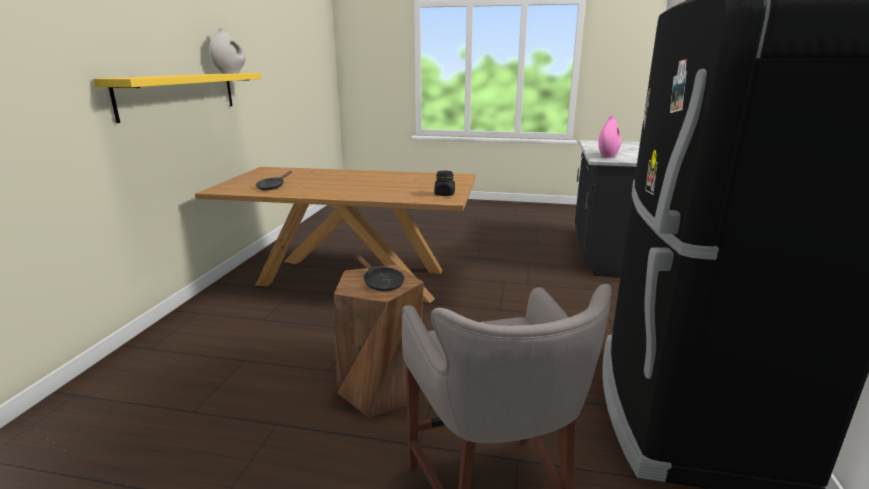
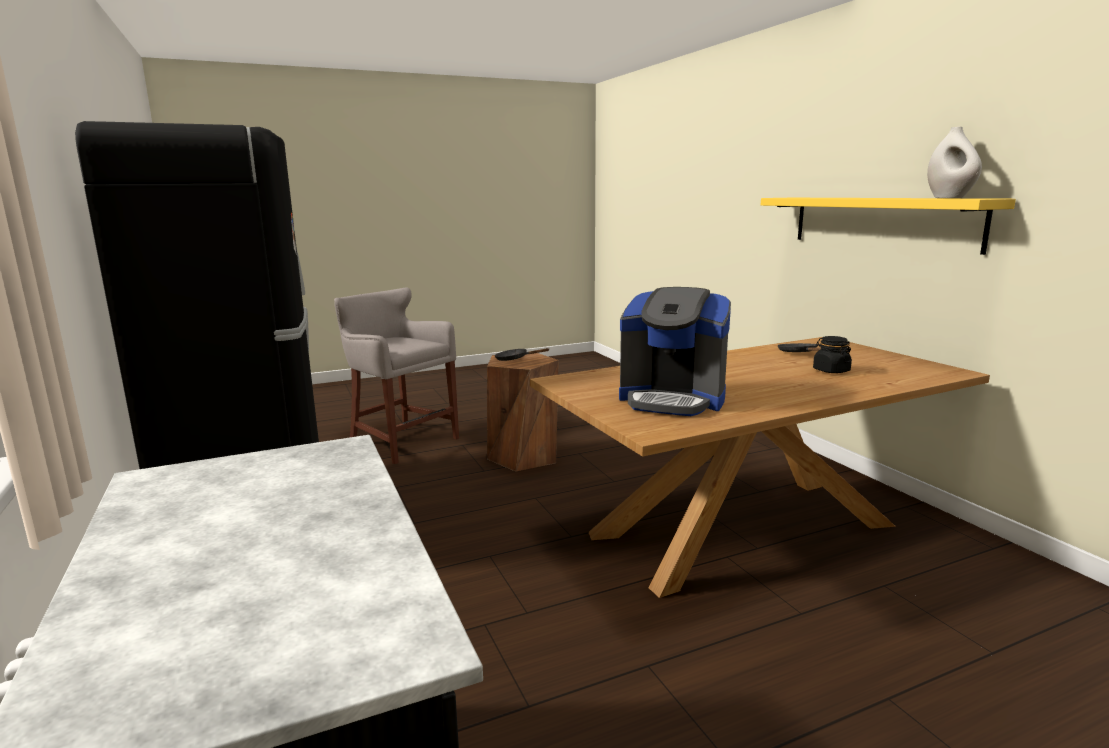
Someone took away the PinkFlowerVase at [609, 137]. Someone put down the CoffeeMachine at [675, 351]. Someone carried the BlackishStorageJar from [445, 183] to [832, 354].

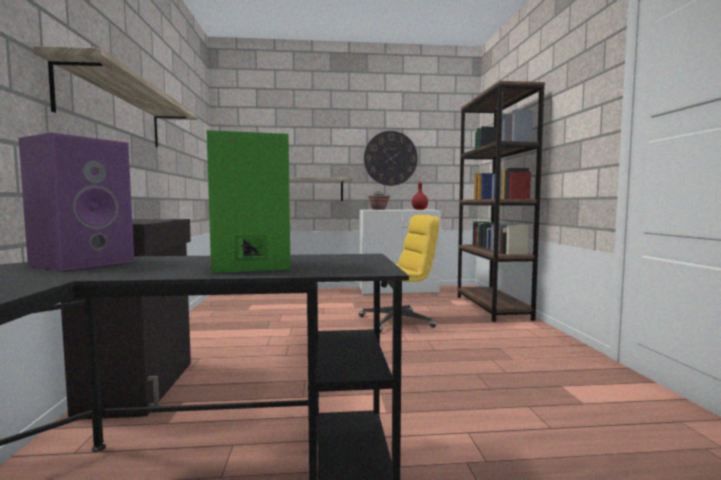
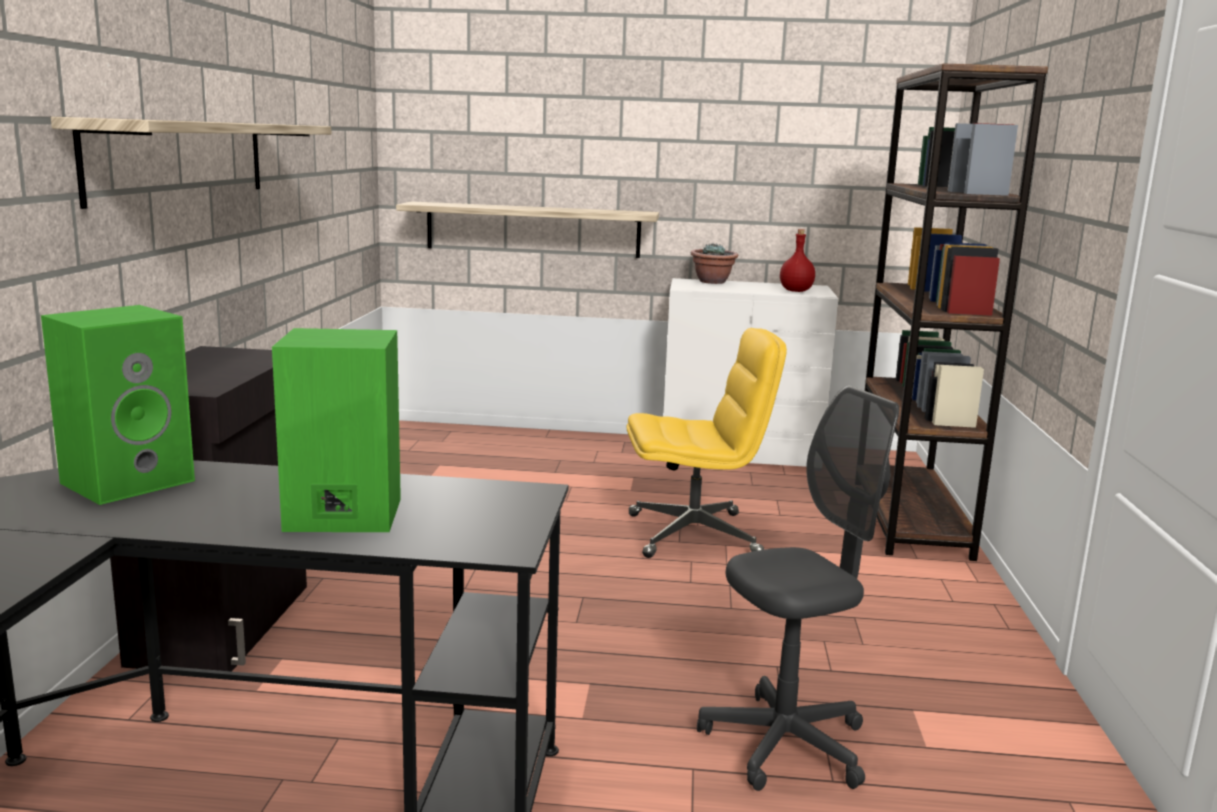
Someone took away the ClockOnTheWall at [391, 158]. Someone put down the GreyishComputerChair at [798, 588]. Someone repainted the PurpleLoudspeaker at [76, 202], which became the GreenColouredLoudspeaker at [118, 405].

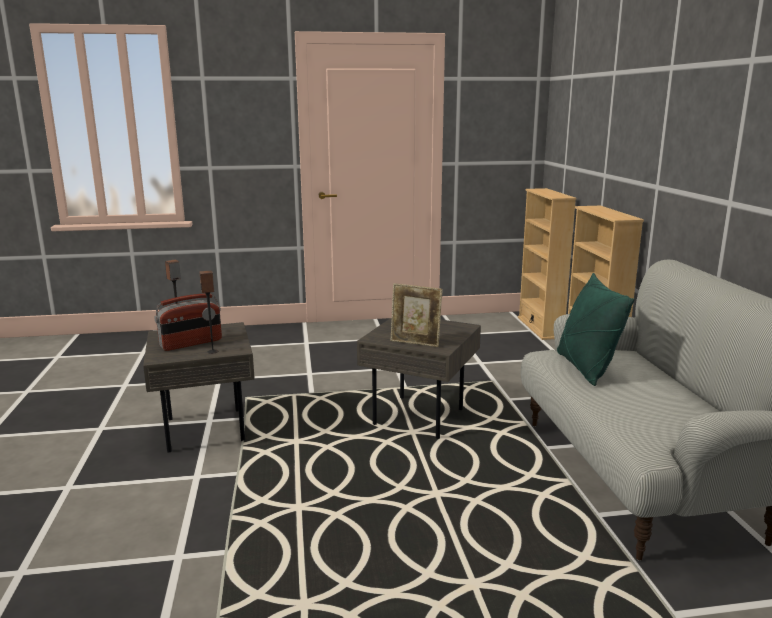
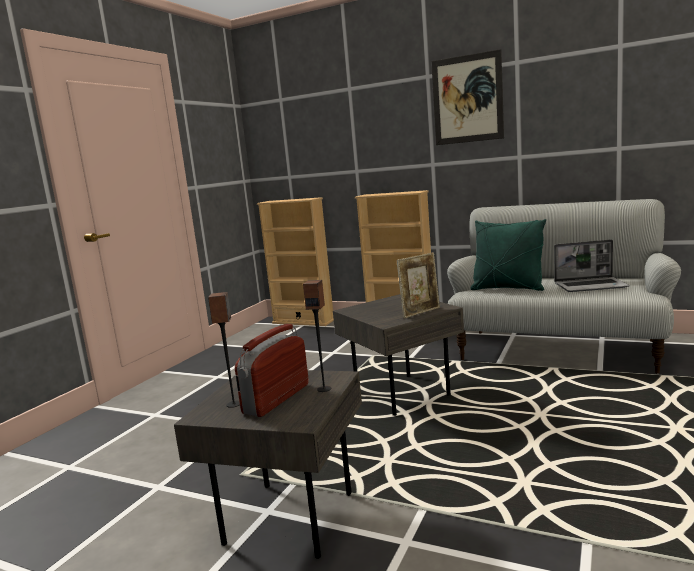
Someone put up the WallPicture at [467, 97]. Someone put down the PortableComputer at [592, 265]. Someone rotated the RadioSet at [188, 322] by 150 degrees counterclockwise.

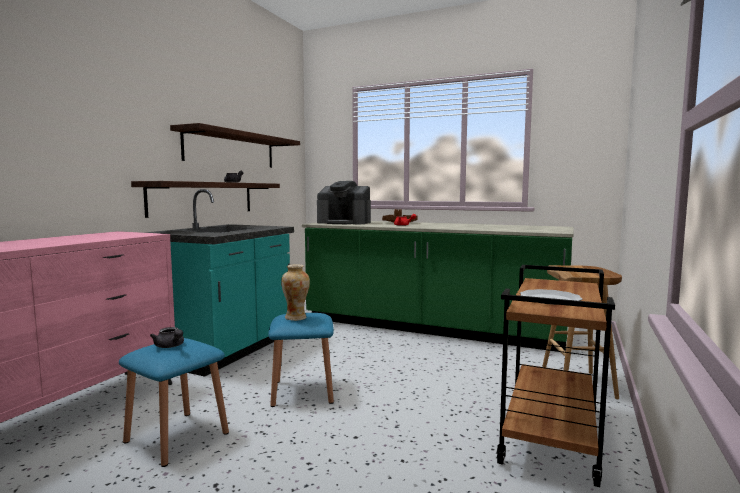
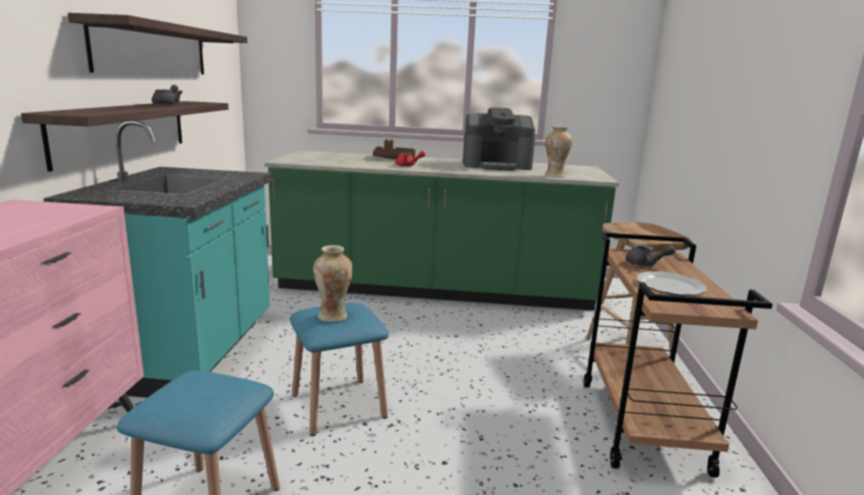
Someone put down the FlowerVase at [558, 152]. Someone carried the GreyishPotForTea from [167, 337] to [651, 255]. Someone carried the CoffeeMachine from [344, 202] to [499, 138].

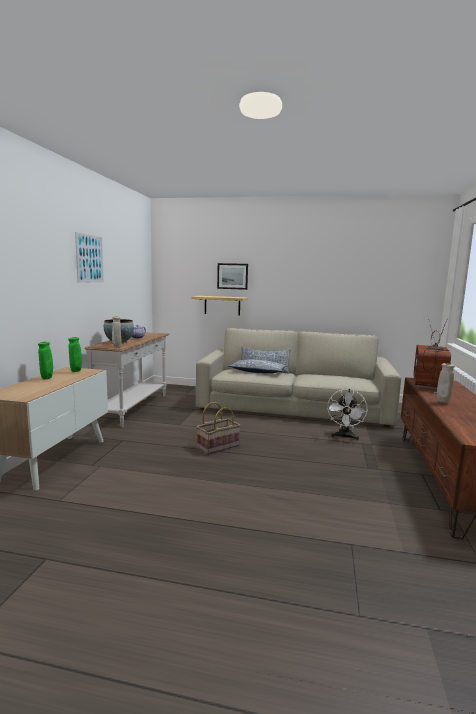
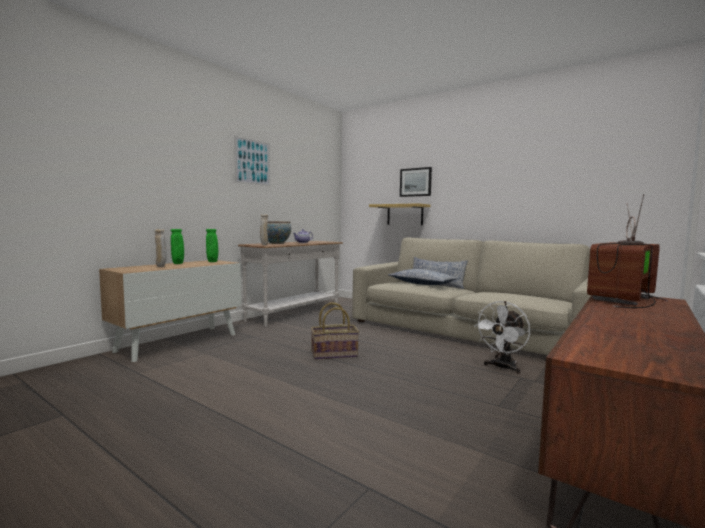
Someone carried the BeigeFlowerVase from [446, 383] to [161, 248].

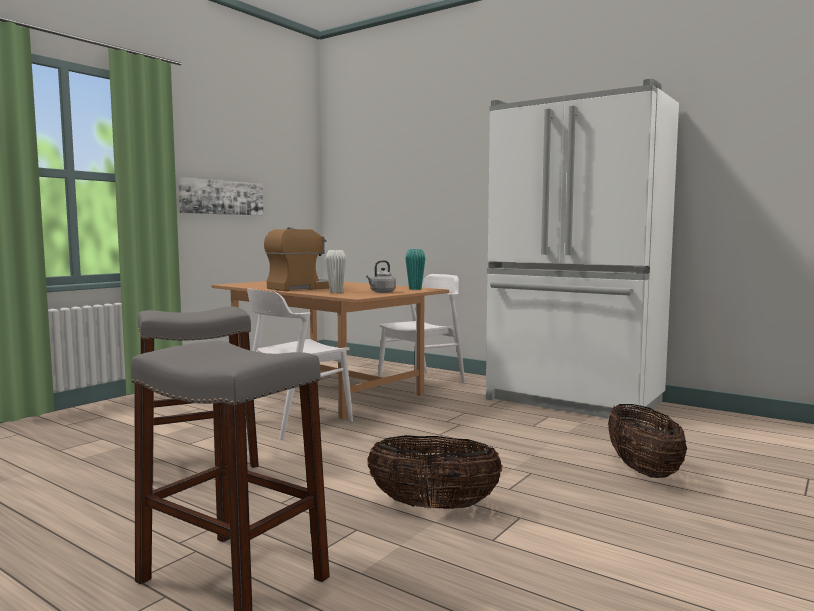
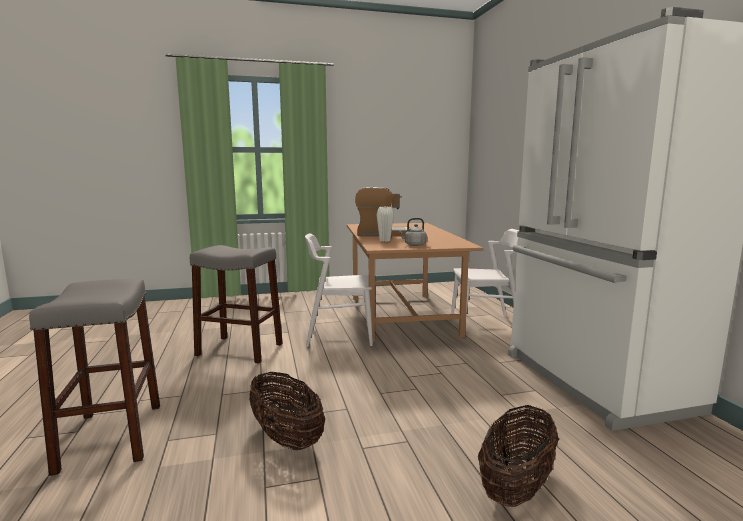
Someone took away the WallPicture at [220, 196]. Someone took away the TurquoiseFlowerVase at [415, 269].

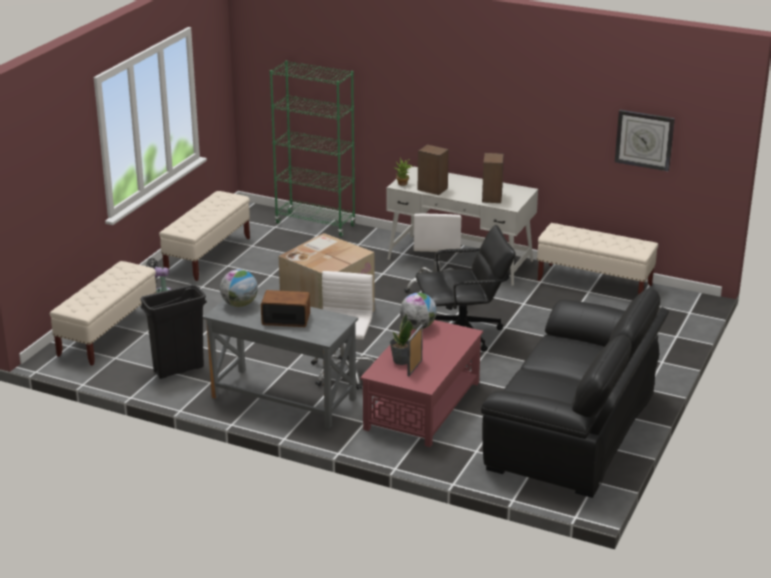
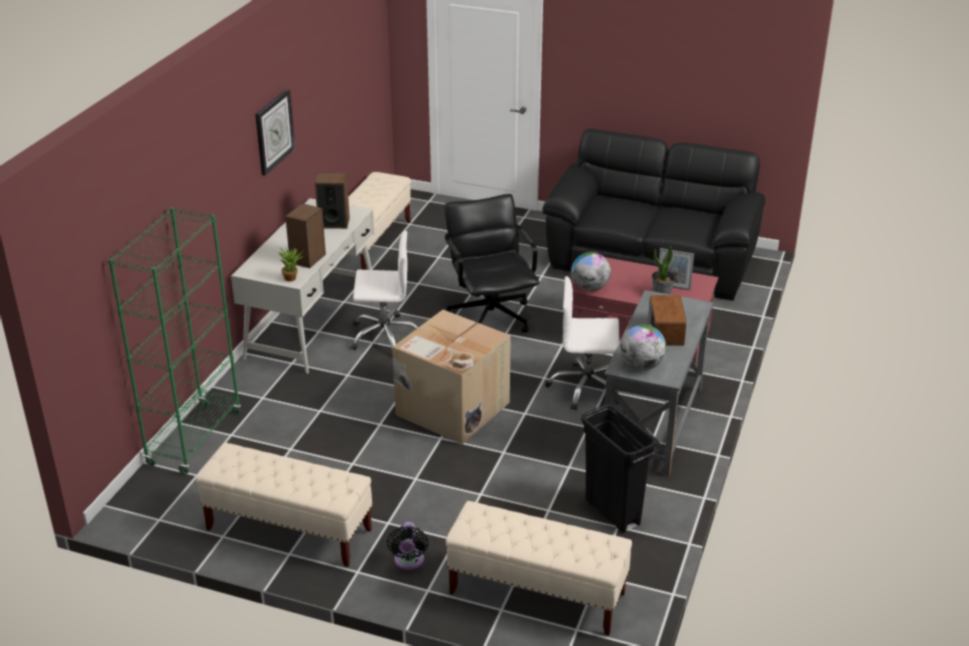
Someone carried the ClockOnTheWall from [645, 140] to [275, 132].

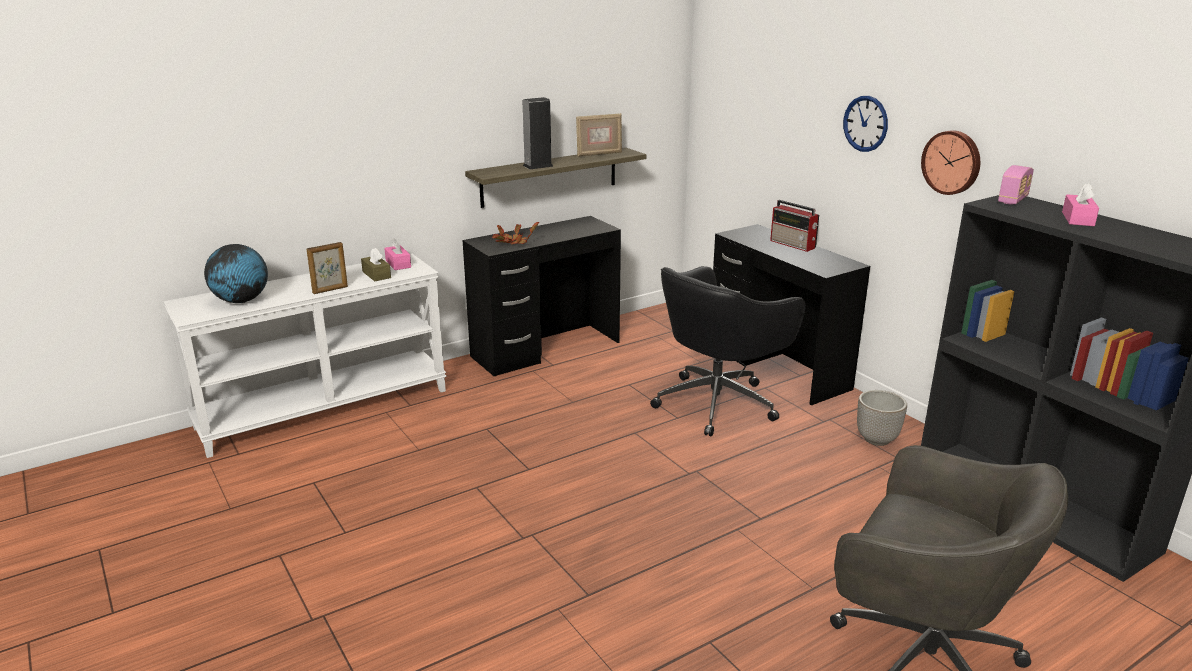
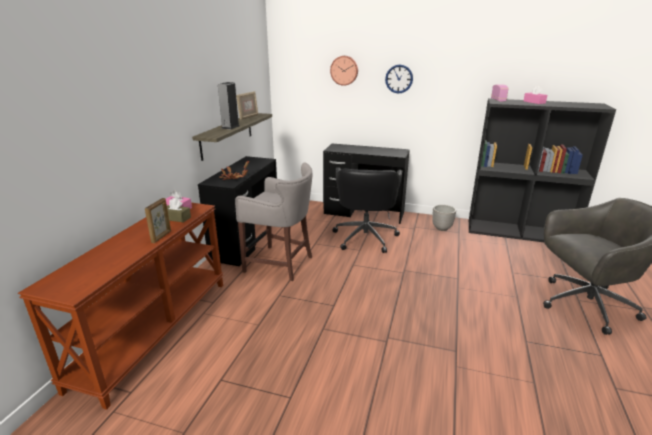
Someone took away the DeskGlobe at [236, 273]. Someone took away the RadioSet at [794, 226]. Someone put down the GreyishSittingStool at [273, 221]. Someone carried the ClockOnTheWall from [950, 162] to [344, 71]. Someone repainted the WhiteColouredConsoleTable at [305, 356], which became the BrownishConsoleTable at [121, 306].

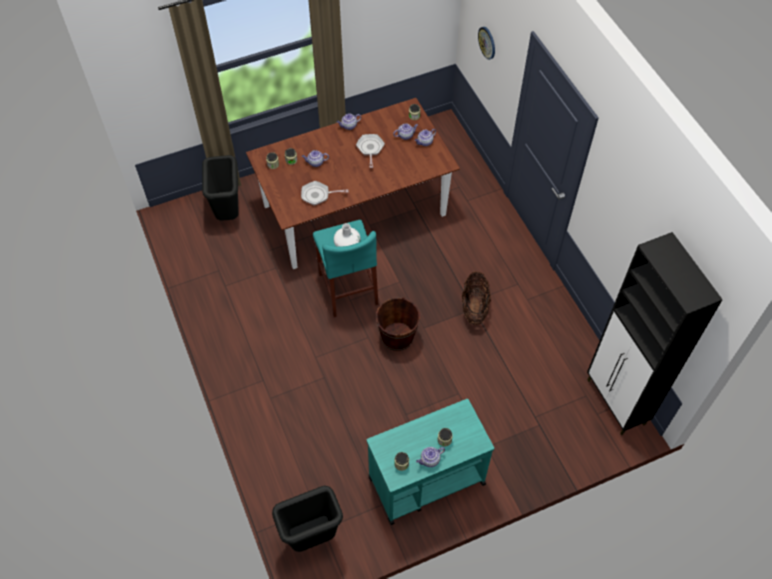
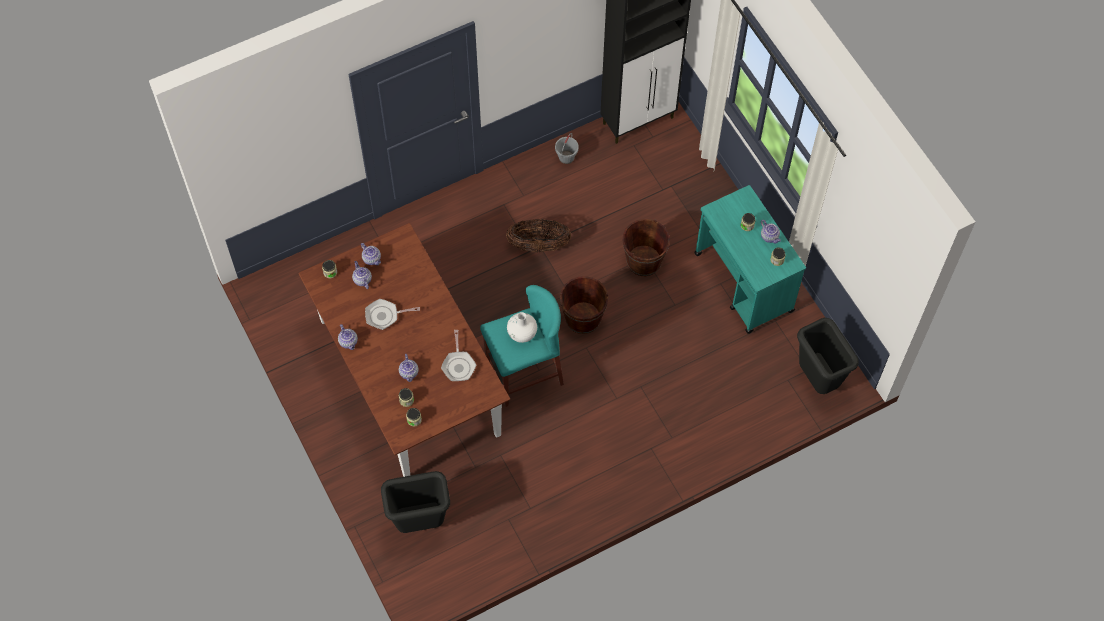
Someone took away the ClockOnTheWall at [486, 43]. Someone put down the GreyishWaterBucket at [567, 148]. Someone put down the BrownishWaterBucket at [646, 247].

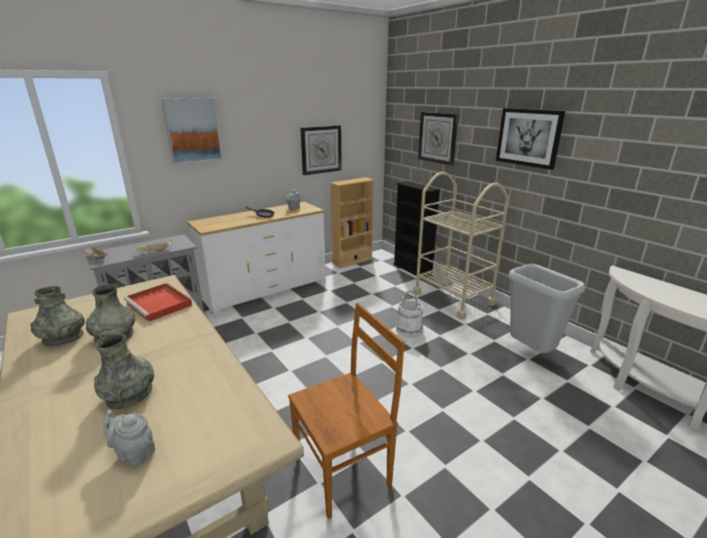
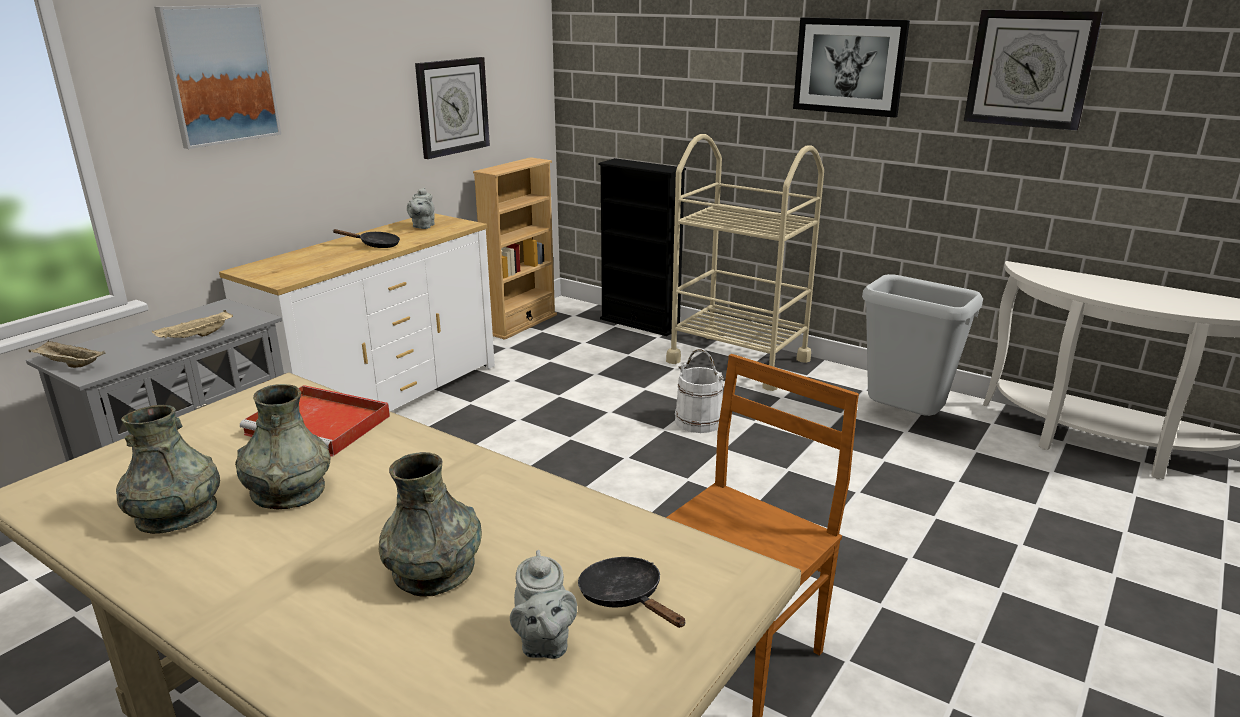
Someone put down the BlackishPan at [632, 592]. Someone carried the ClockOnTheWall from [438, 138] to [1033, 70]. Someone rotated the GreyishPotForTea at [128, 438] by 105 degrees counterclockwise.

